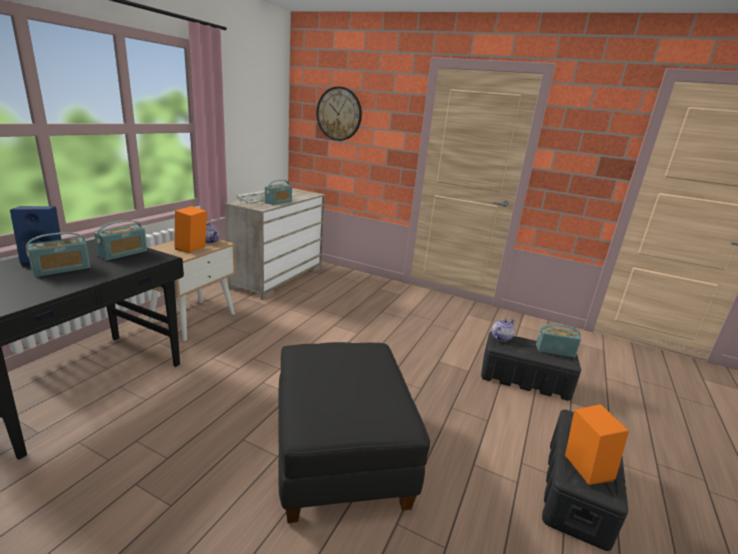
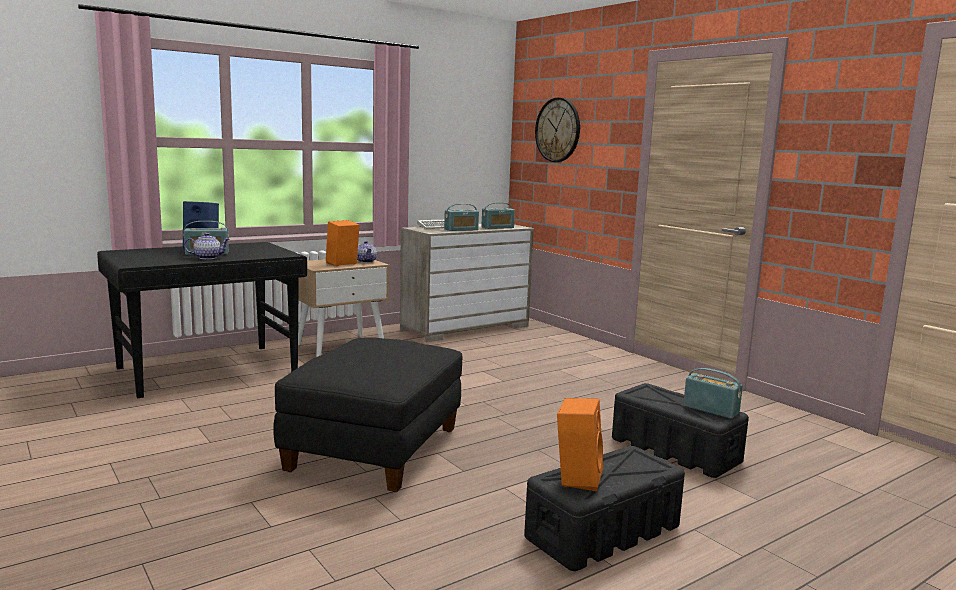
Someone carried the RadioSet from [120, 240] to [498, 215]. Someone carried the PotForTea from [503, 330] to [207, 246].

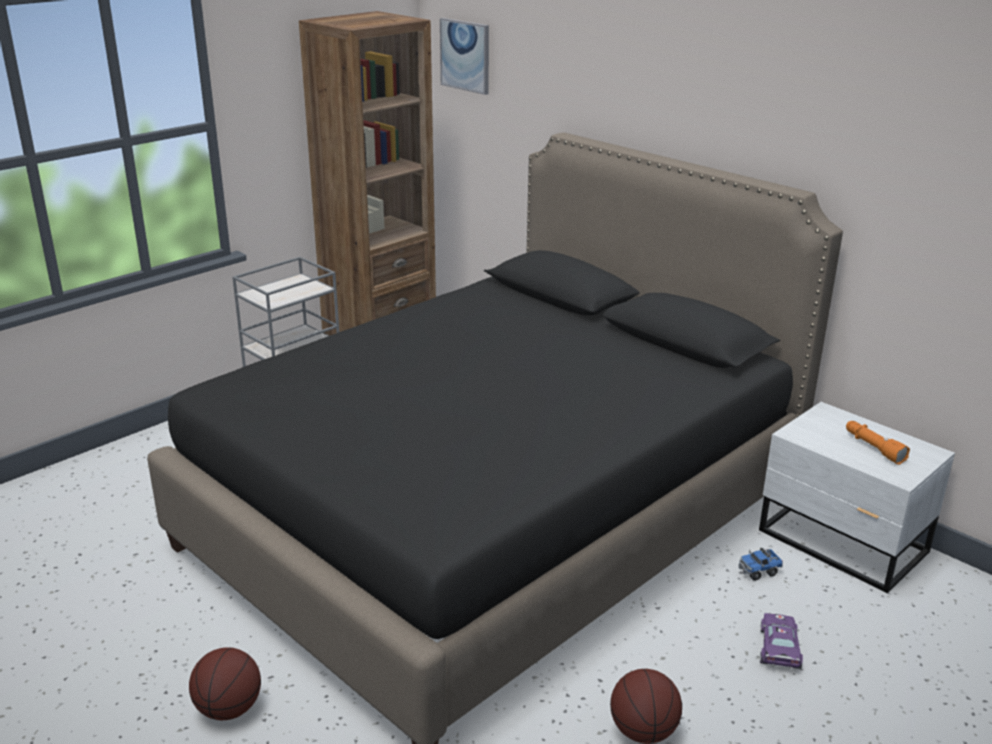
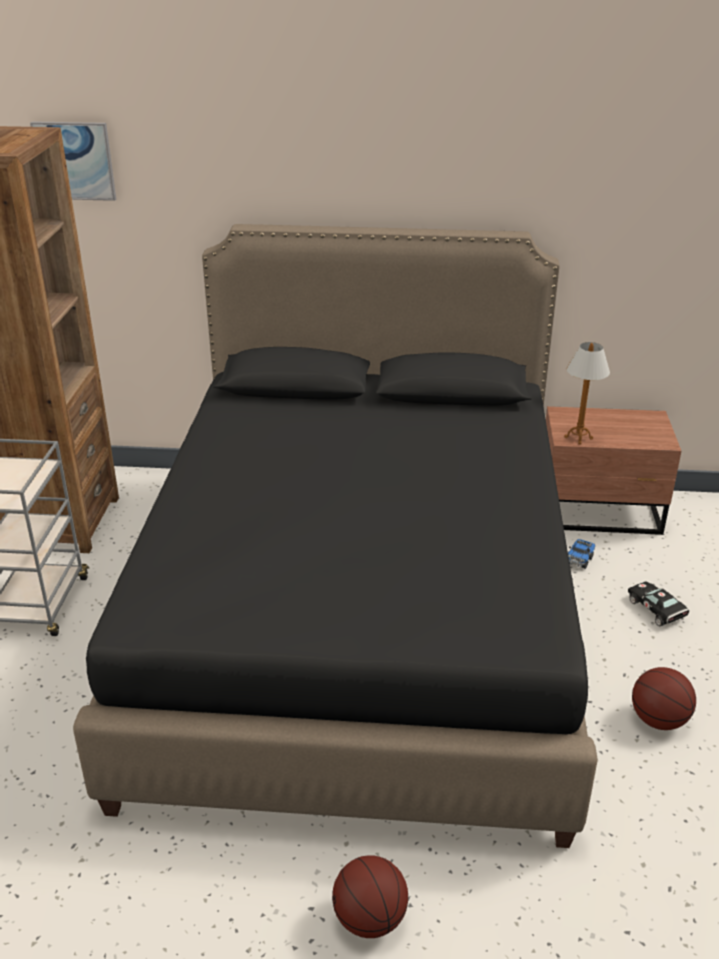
Someone took away the OrangeyHandTorch at [878, 443]. Someone put down the LampForATable at [587, 393]. Someone repainted the WhiteColouredBedsideTable at [857, 497], which became the BrownishBedsideTable at [613, 470]. Someone repainted the PurpleToyCar at [781, 641], which became the BlackishToyCar at [658, 604].

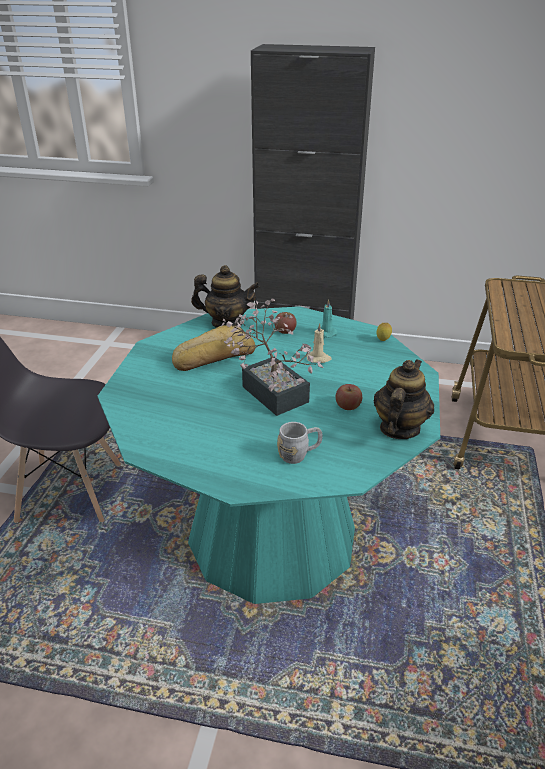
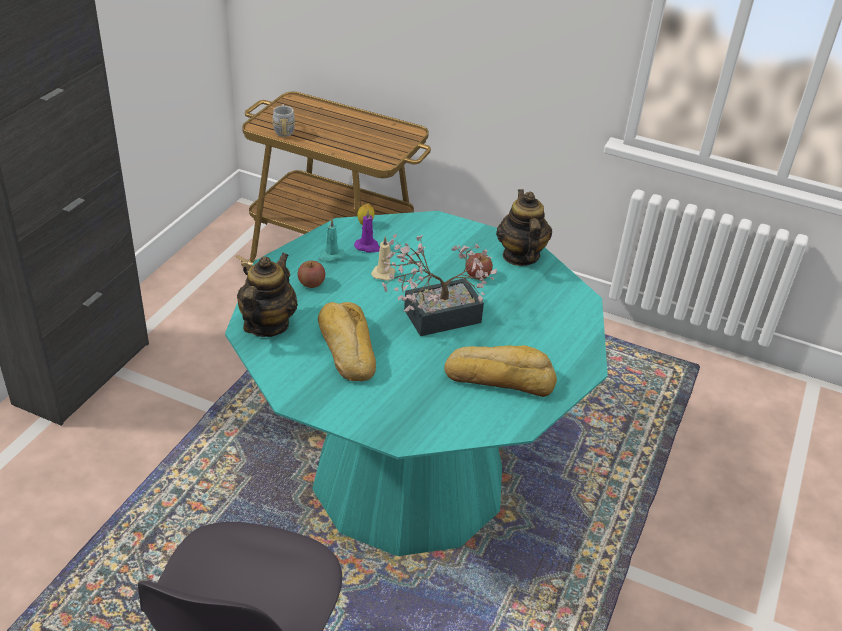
Someone put down the PurpleWaxLight at [367, 231]. Someone put down the Bread at [500, 371]. Someone carried the GreyishTeaMug from [300, 443] to [283, 120]. Someone rotated the PotForTea at [404, 399] by 45 degrees clockwise.

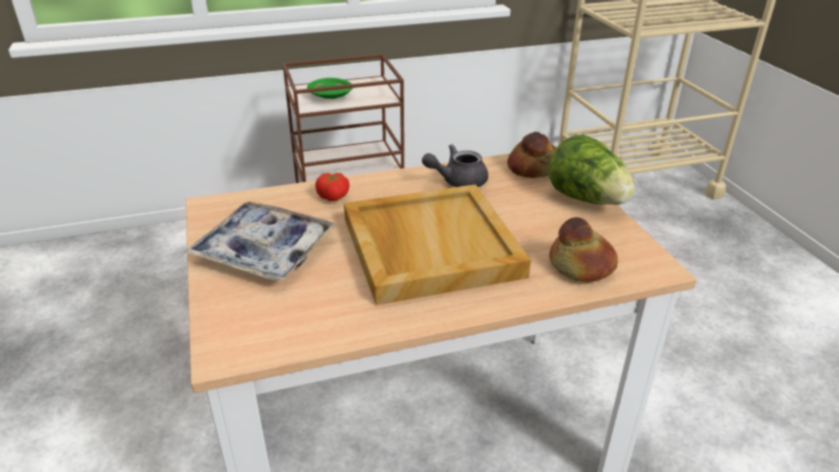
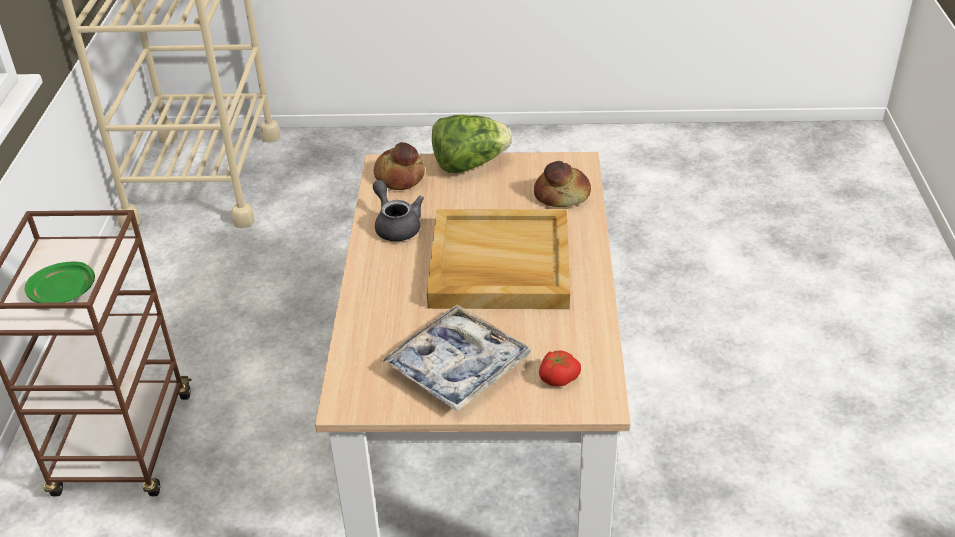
Someone carried the WholeTomato from [332, 187] to [560, 368]. Someone rotated the GreyishPotForTea at [455, 165] by 150 degrees clockwise.

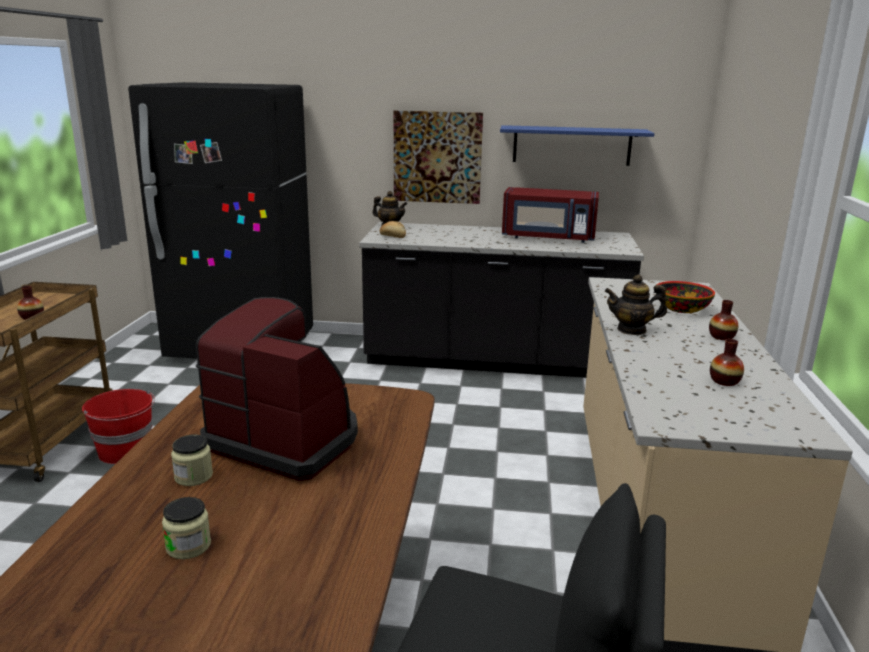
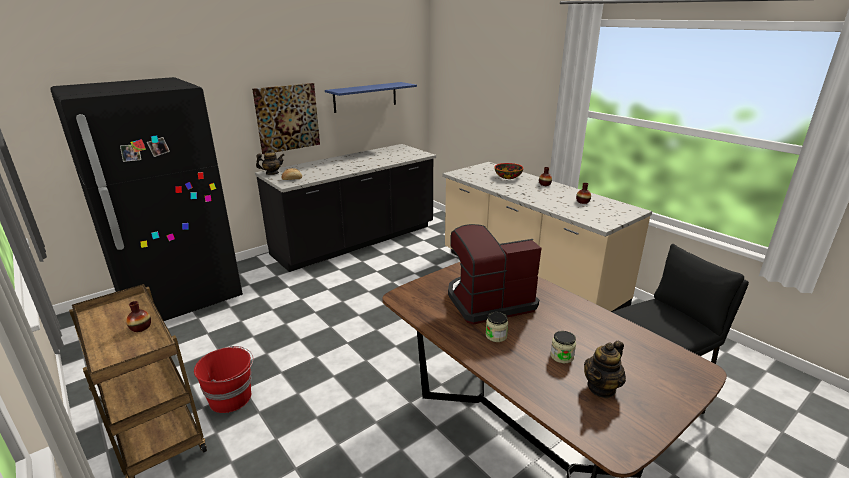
Someone took away the ReddishKitchenMicrowave at [550, 215]. Someone carried the PotForTea from [636, 305] to [605, 369].

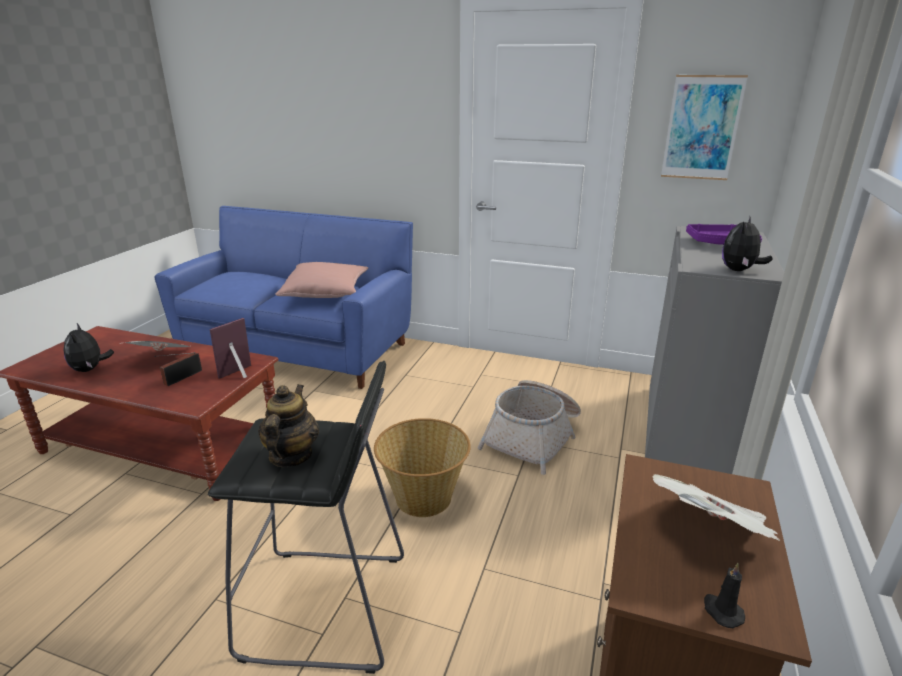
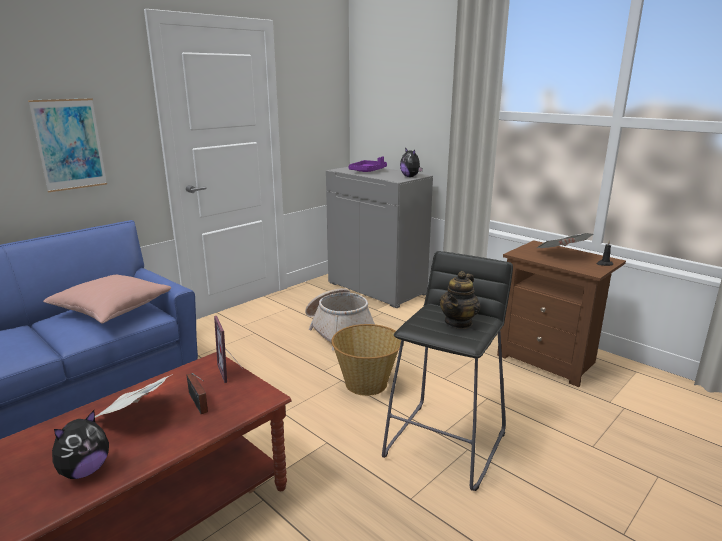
Someone carried the WallPicture from [704, 127] to [67, 145]. Someone rotated the CuddlyToy at [88, 347] by 60 degrees counterclockwise. Someone rotated the PotForTea at [288, 425] by 90 degrees counterclockwise.

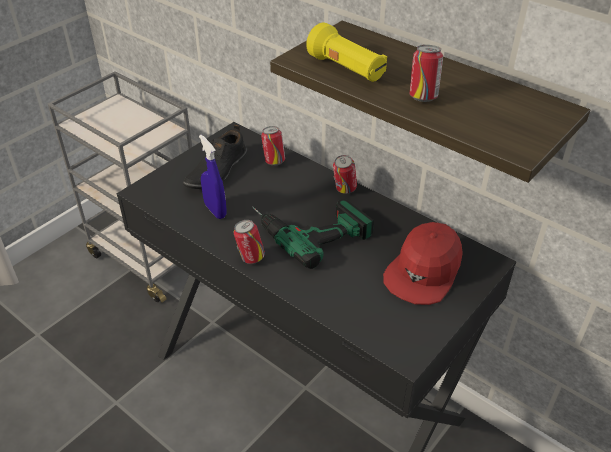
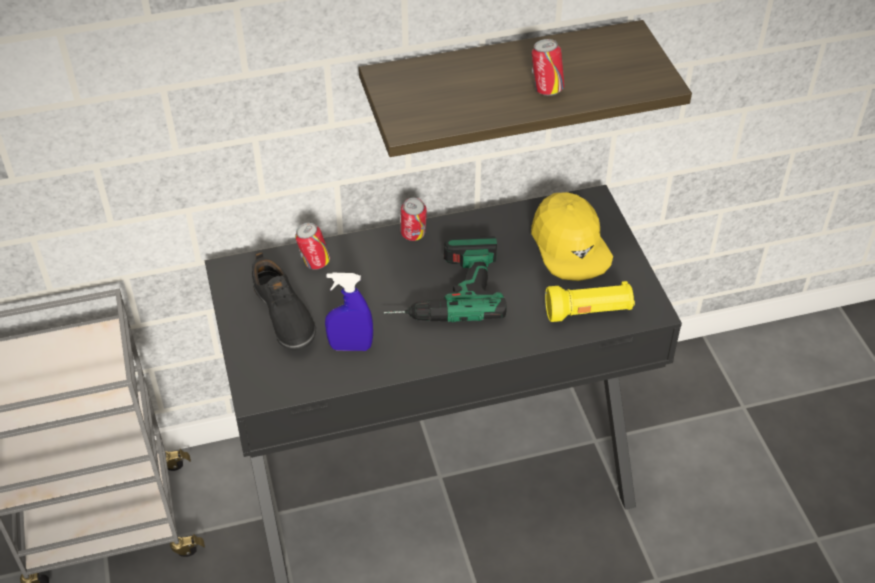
Someone took away the SealedCan at [249, 242]. Someone carried the YellowishHandTorch from [346, 52] to [590, 301]. Someone repainted the ReddishBaseballCap at [423, 263], which became the YellowishBaseballCap at [572, 236].

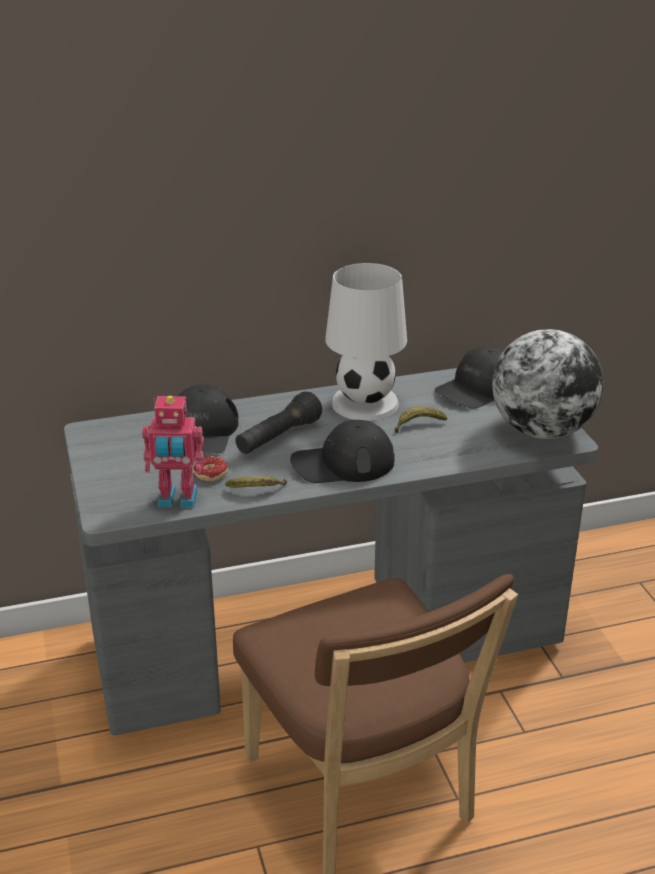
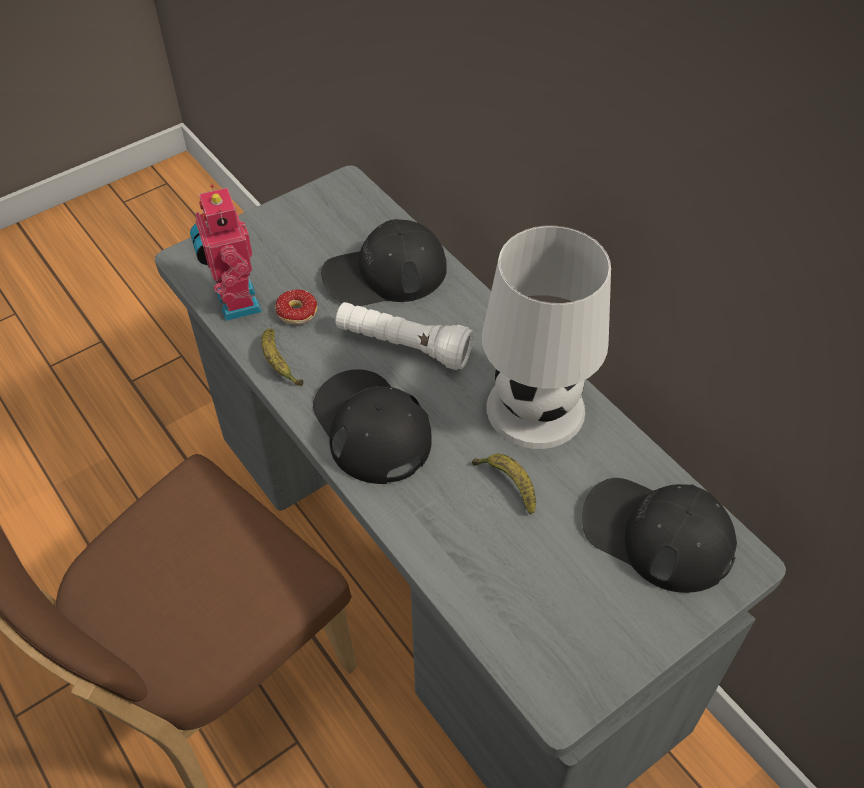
Someone took away the DeskGlobe at [547, 384]. Someone repainted the BlackishHandTorch at [278, 423], which became the WhiteColouredHandTorch at [405, 336].

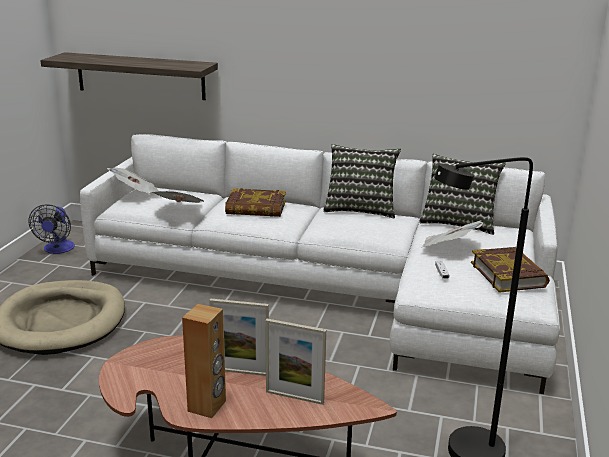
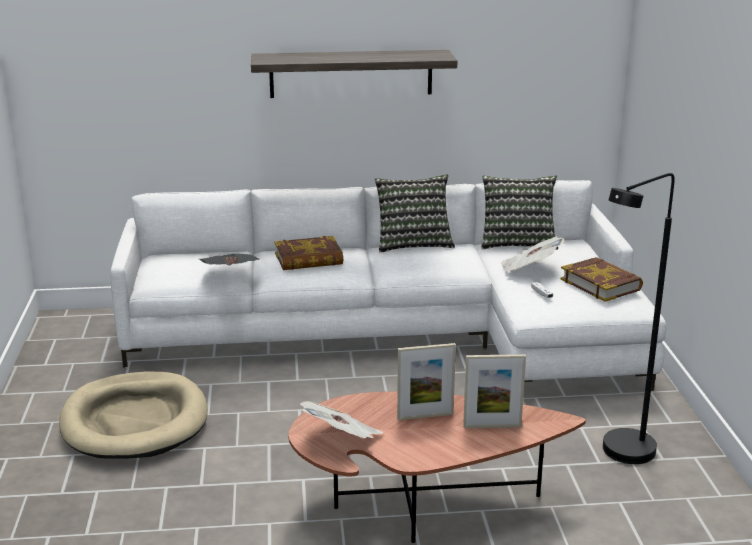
Someone took away the ElectricFan at [52, 229]. Someone took away the BrownishLoudspeaker at [204, 361]. Someone carried the WallShelf from [129, 76] to [354, 74]. Someone carried the Newspaper from [133, 181] to [341, 419].

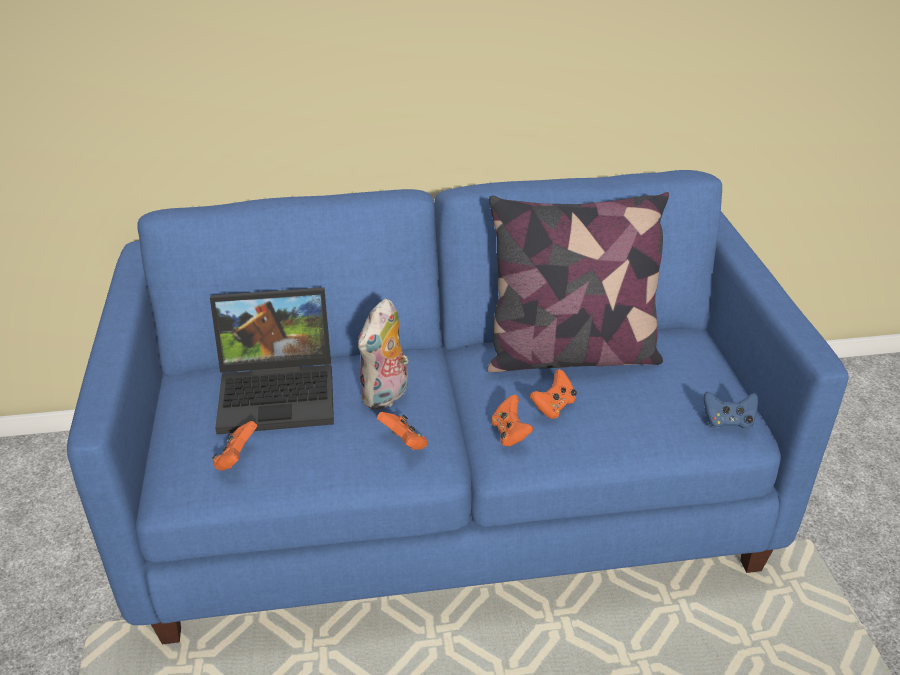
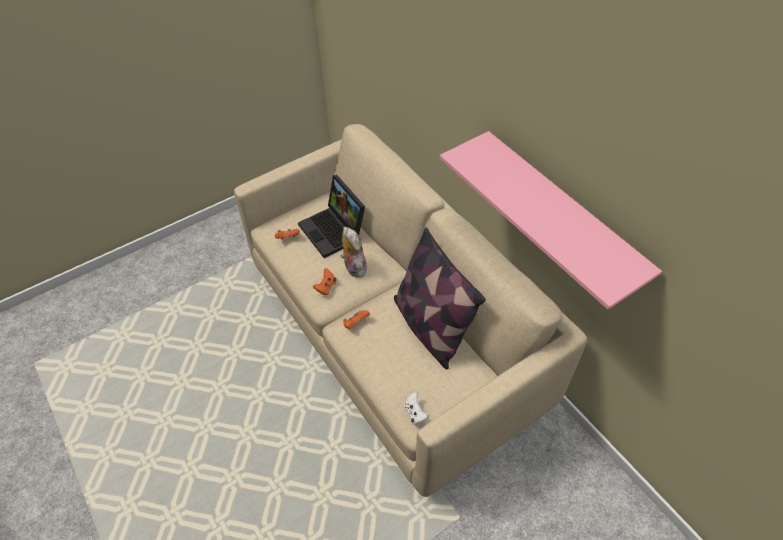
Someone took away the OrangeyJoypad at [553, 394]. Someone put up the PinkWallShelf at [551, 220]. Someone repainted the BlueColouredCouch at [458, 407], which became the BeigeCouch at [410, 310]. Someone repainted the BlueColouredJoypad at [731, 410], which became the WhiteColouredJoypad at [416, 408]. Someone rotated the CuddlyToy at [386, 354] by 60 degrees clockwise.

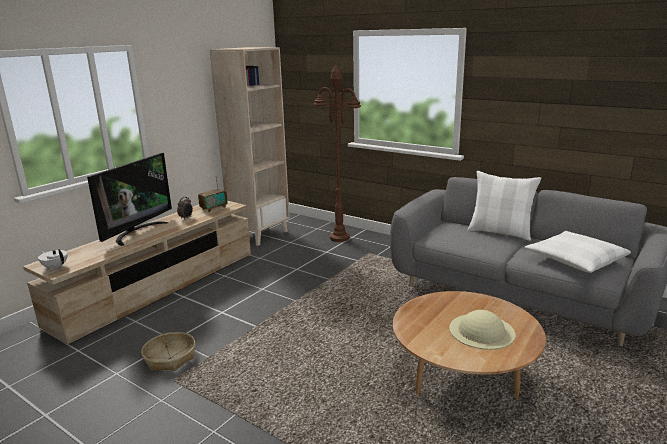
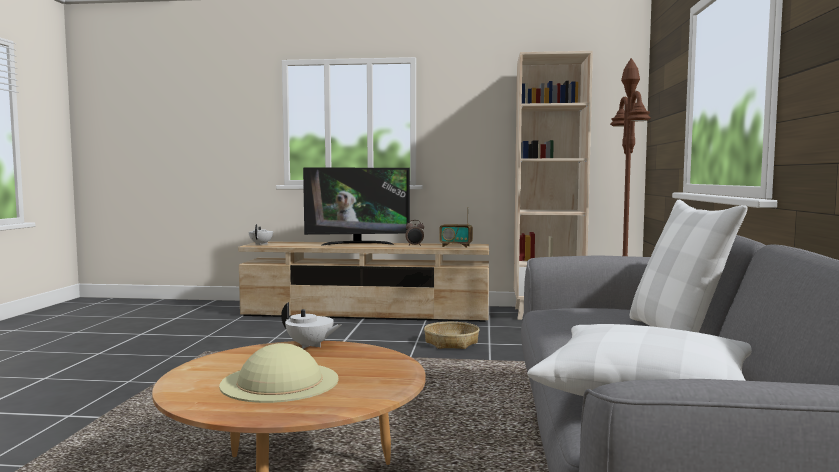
Someone put down the WhiteColouredPotForTea at [311, 325]. Someone carried the Basket from [168, 351] to [451, 335].

